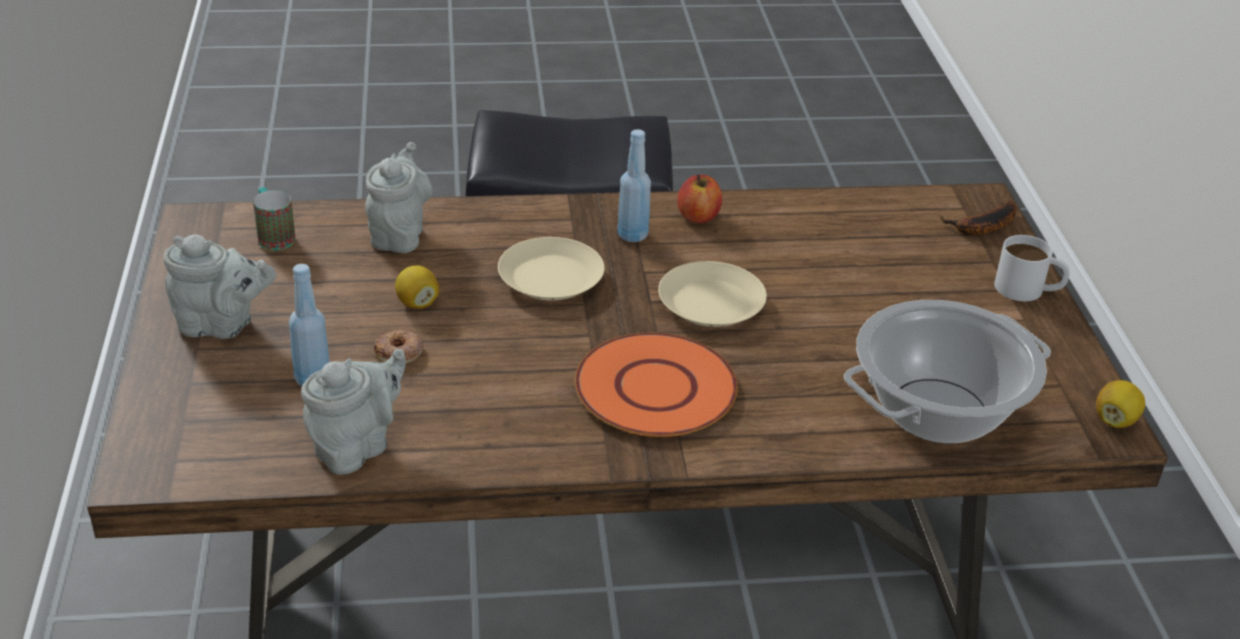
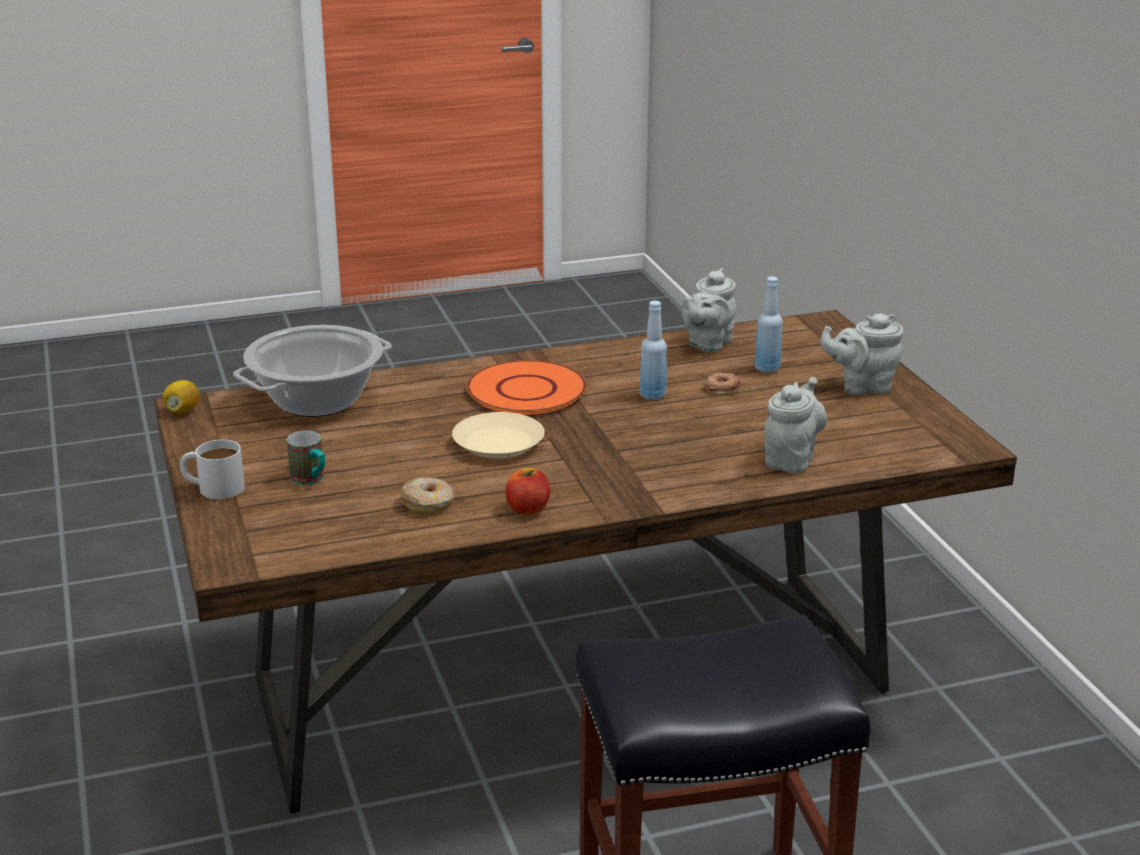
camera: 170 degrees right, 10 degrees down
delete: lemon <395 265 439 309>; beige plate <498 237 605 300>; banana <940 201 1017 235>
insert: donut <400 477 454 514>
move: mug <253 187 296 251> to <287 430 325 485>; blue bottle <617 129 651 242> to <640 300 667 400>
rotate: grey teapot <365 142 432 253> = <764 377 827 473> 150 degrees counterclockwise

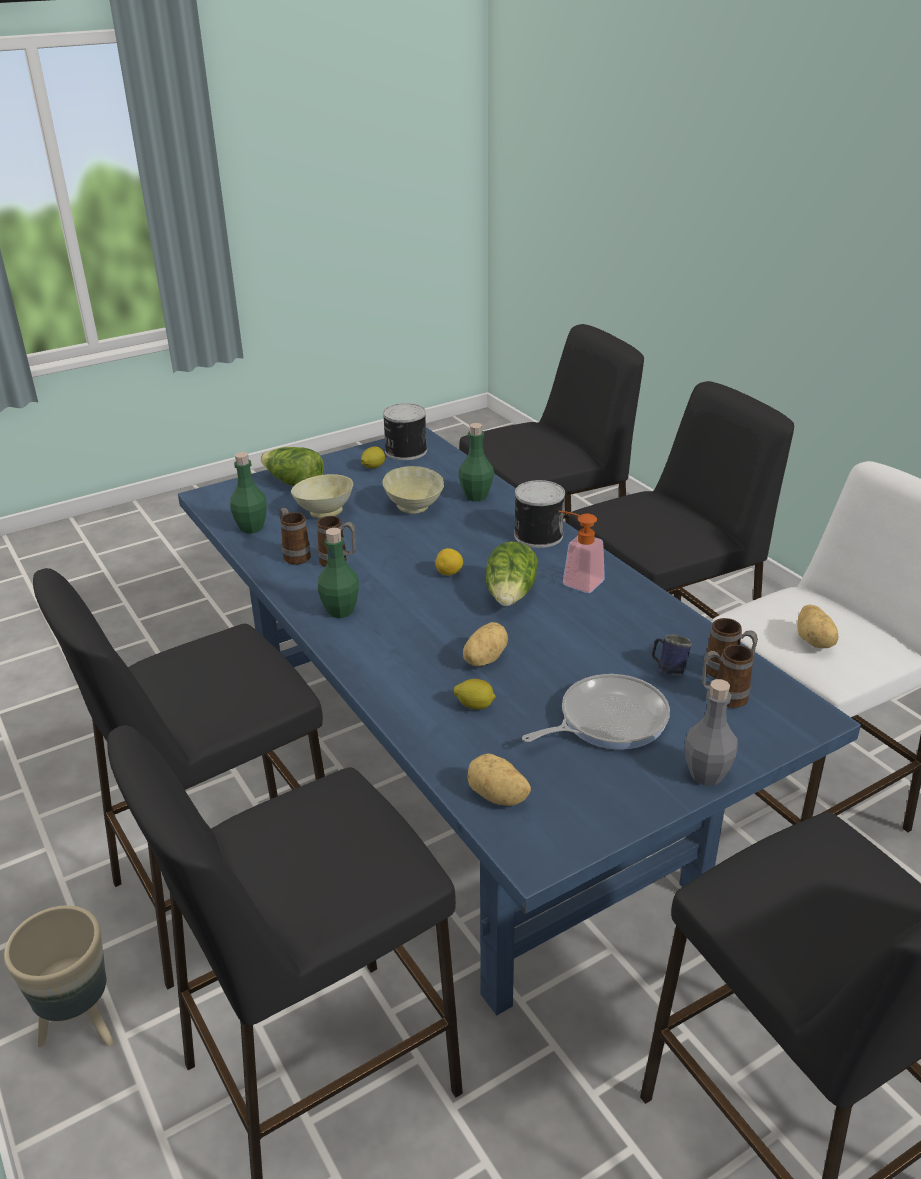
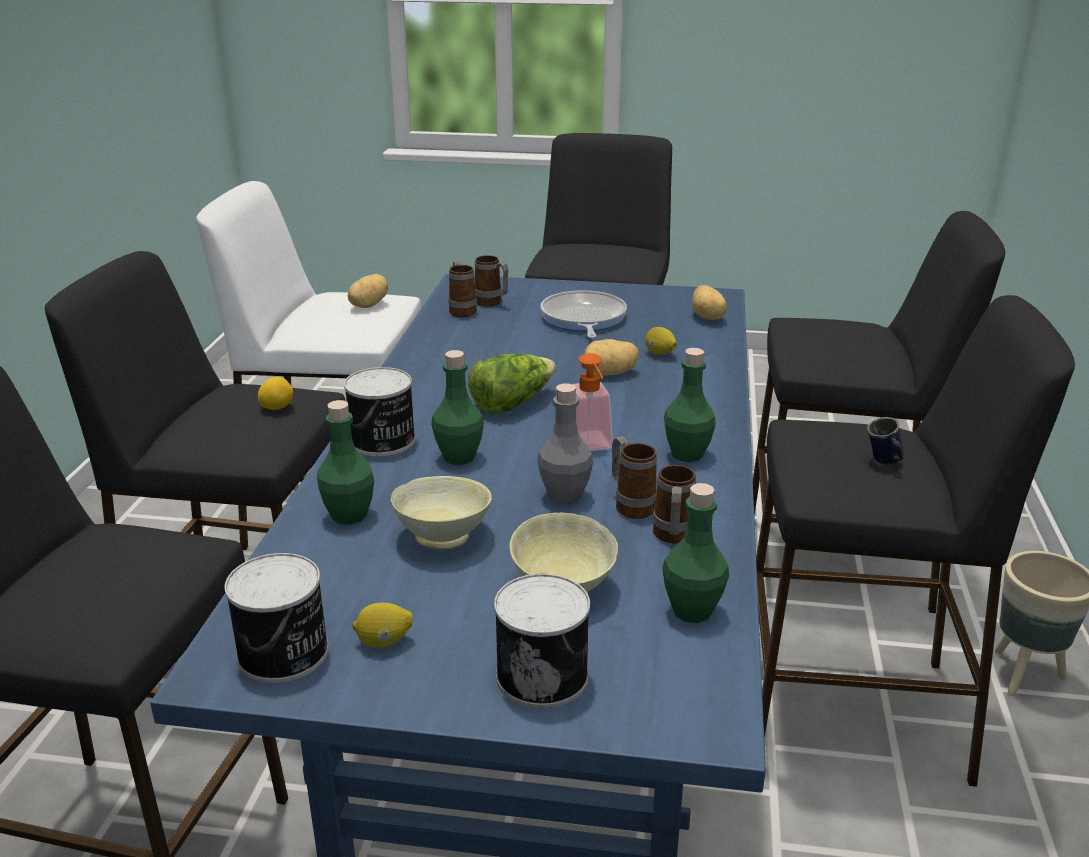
camera: 140 degrees left, 5 degrees down
insert: green bottle <431 350 484 465>
move: lemon <435 548 463 576> to <258 377 293 410>; grey bottle <684 679 738 786> to <537 383 593 505>; soap dispenser <559 511 605 593> to <572 353 613 451>; blue mug <652 634 692 675> to <867 417 904 465>
replace: lettuce <260 447 324 486> to can <494 574 590 709>
rotate: frying pan <522 674 670 750> = <541 290 627 338> 75 degrees clockwise

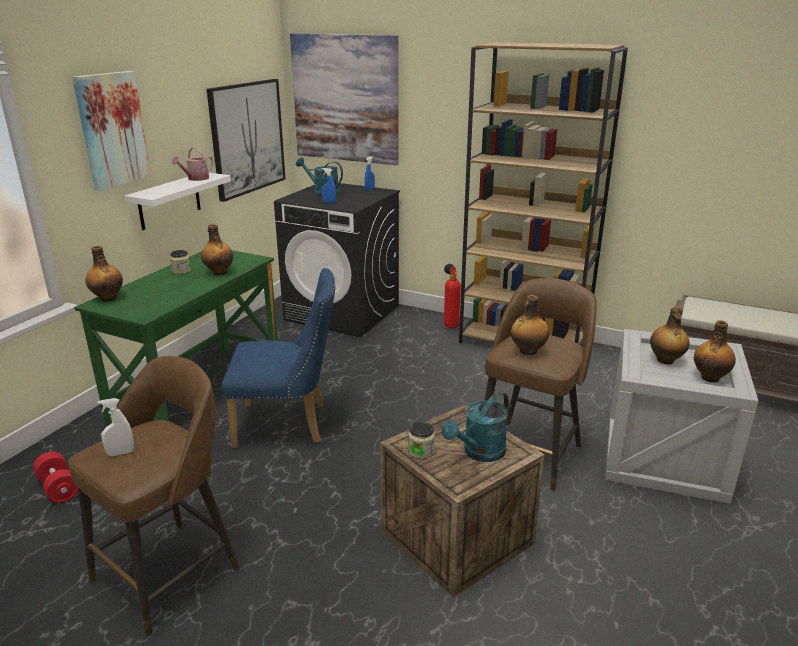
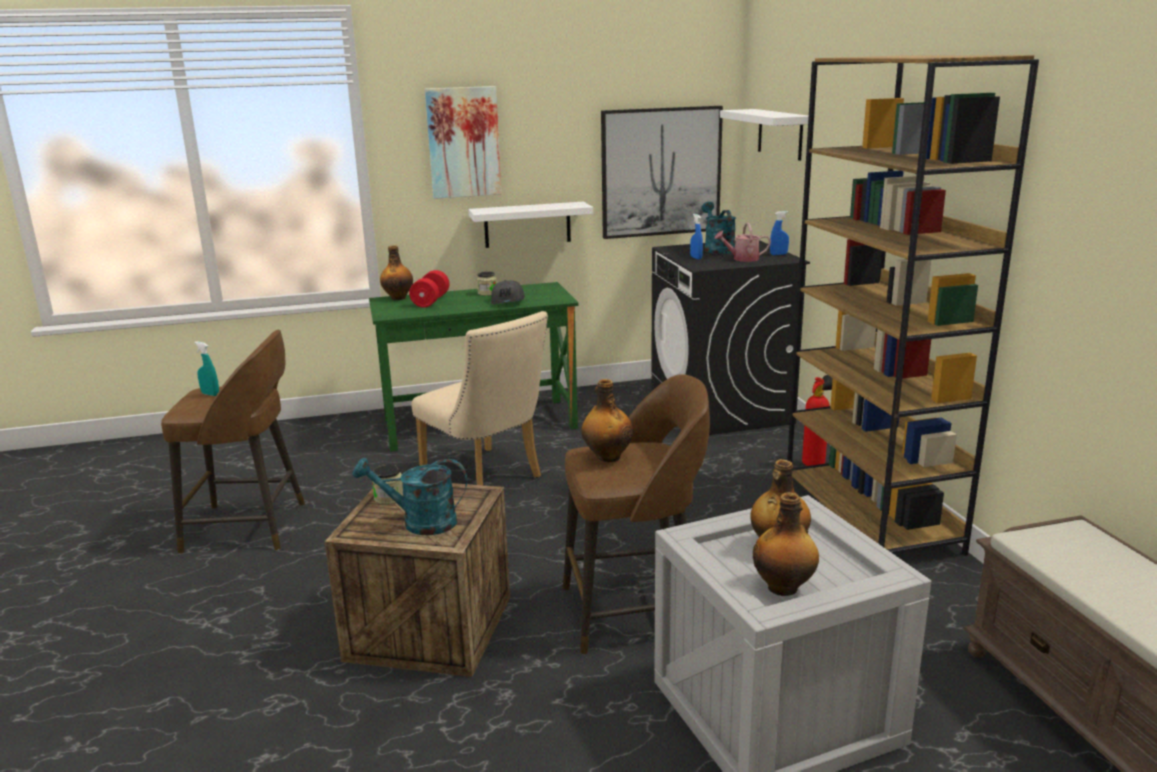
camera: 50 degrees right, 5 degrees down
move: red dumbbell <33 452 78 503> to <409 270 449 308>; watering can <172 147 213 181> to <714 222 771 262>
replace: bottle <201 224 233 275> to grey cap <491 280 524 304>; picture <290 33 398 165> to white shelf <720 109 809 161>
recolor: white spray bottle <98 398 134 456> to turquoise spray bottle <194 341 219 396>; blue chair <222 268 335 448> to beige chair <411 311 548 485>

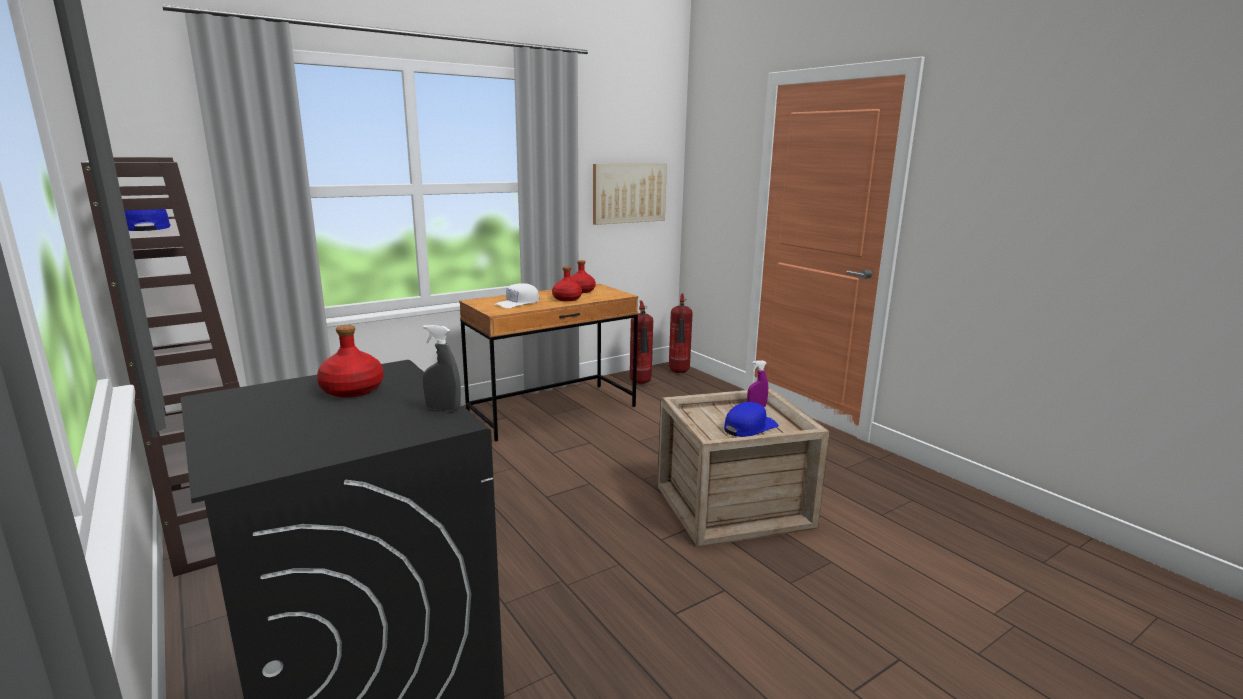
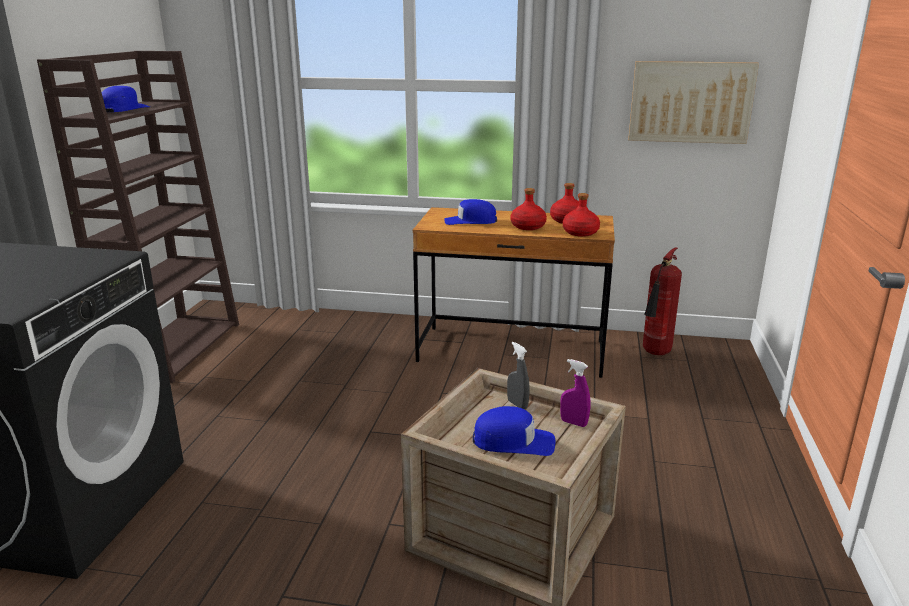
camera: 45 degrees right, 5 degrees up
delete: fire extinguisher <669 294 693 373>
move: grey spray bottle <423 325 461 411> to <507 342 529 409>; red bottle <317 325 384 398> to <563 193 600 237>
recolor: white cap <494 283 540 308> to blue cap <444 199 497 225>

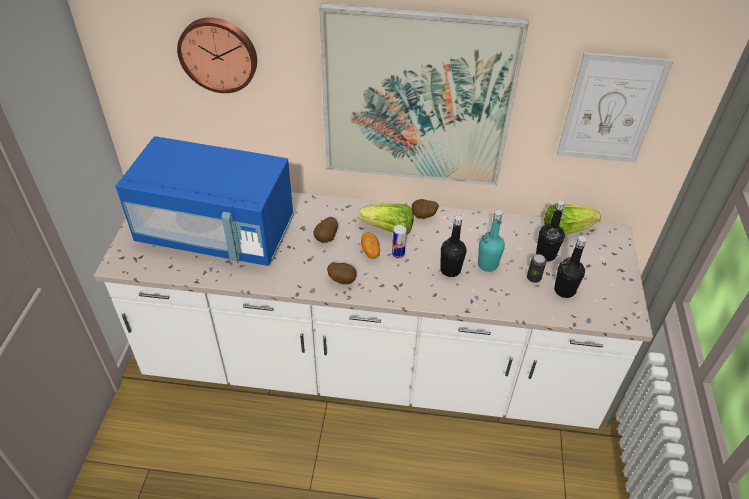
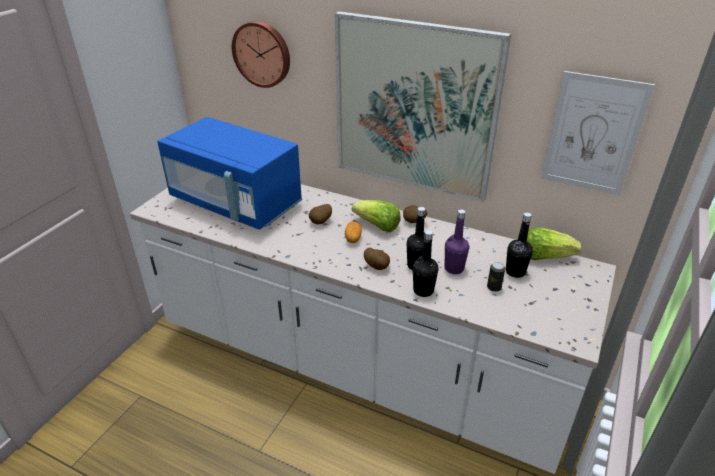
camera: 20 degrees right, 10 degrees down
delete: can <392 225 407 258>
move: potato <327 262 357 284> to <364 248 390 270>; black bottle <554 236 587 298> to <413 230 438 297>
recolor: turquoise bottle <478 210 505 272> to purple bottle <445 209 469 274>

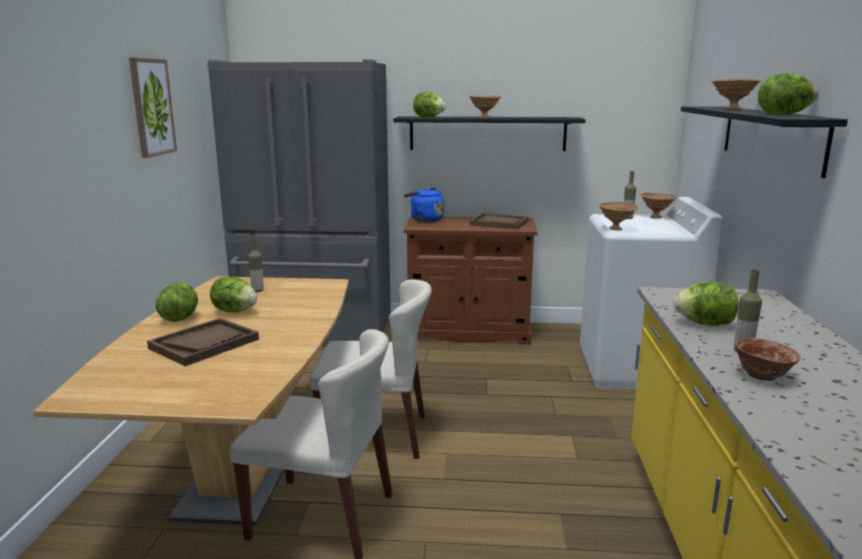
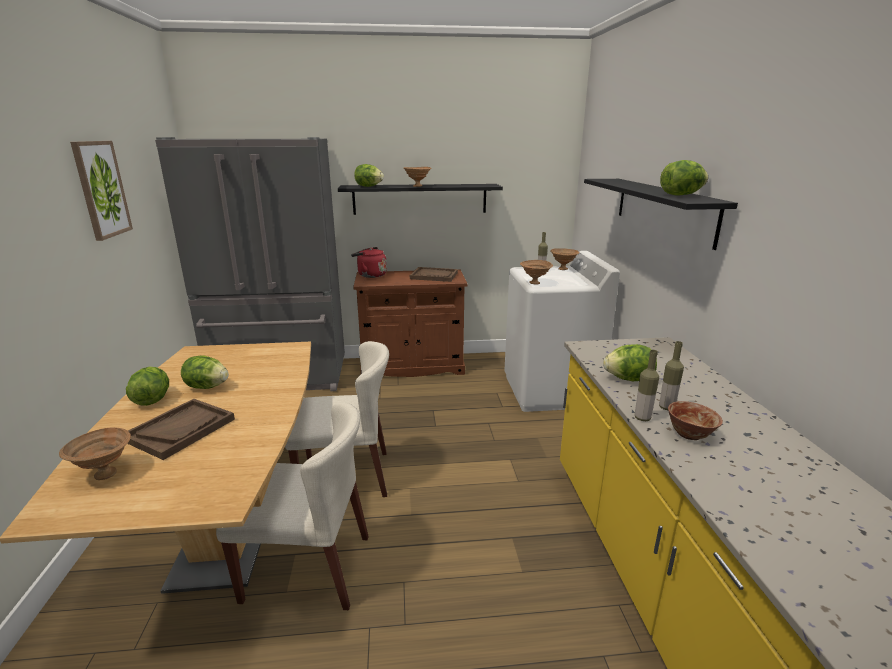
camera: 10 degrees left, 5 degrees up
move: brown bowl <711 79 761 110> to <59 428 131 480>; bottle <248 236 264 292> to <635 350 659 421>
recolor: blue kettle <404 188 444 222> to red kettle <351 247 387 278>

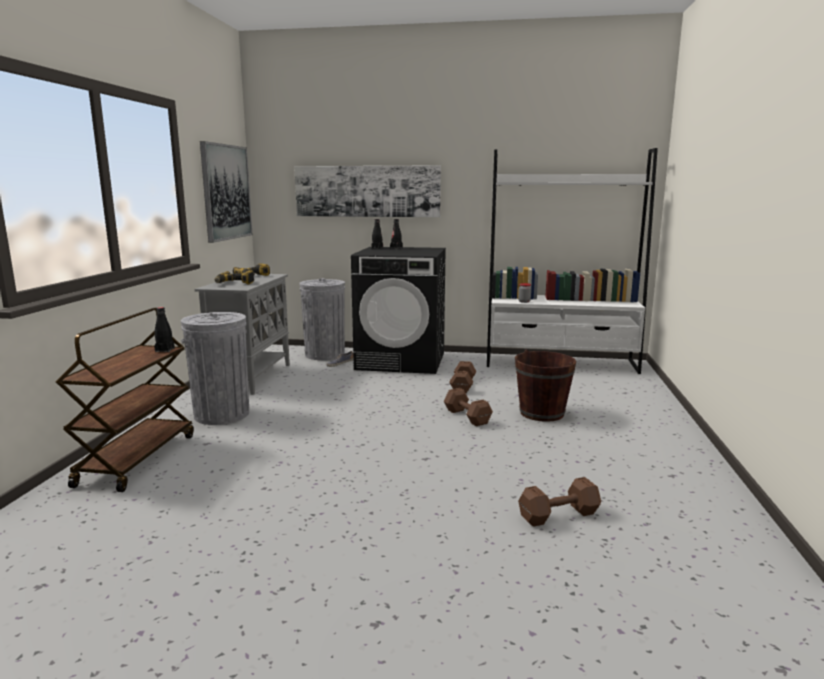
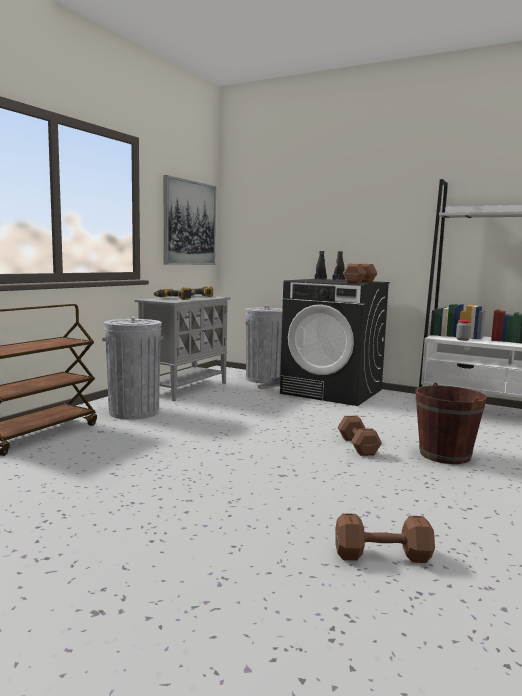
camera: 20 degrees right, 5 degrees down
delete: black bottle <155 307 175 352>; picture <294 165 441 217>
move: brown dumbbell <449 361 476 393> to <343 264 377 284>

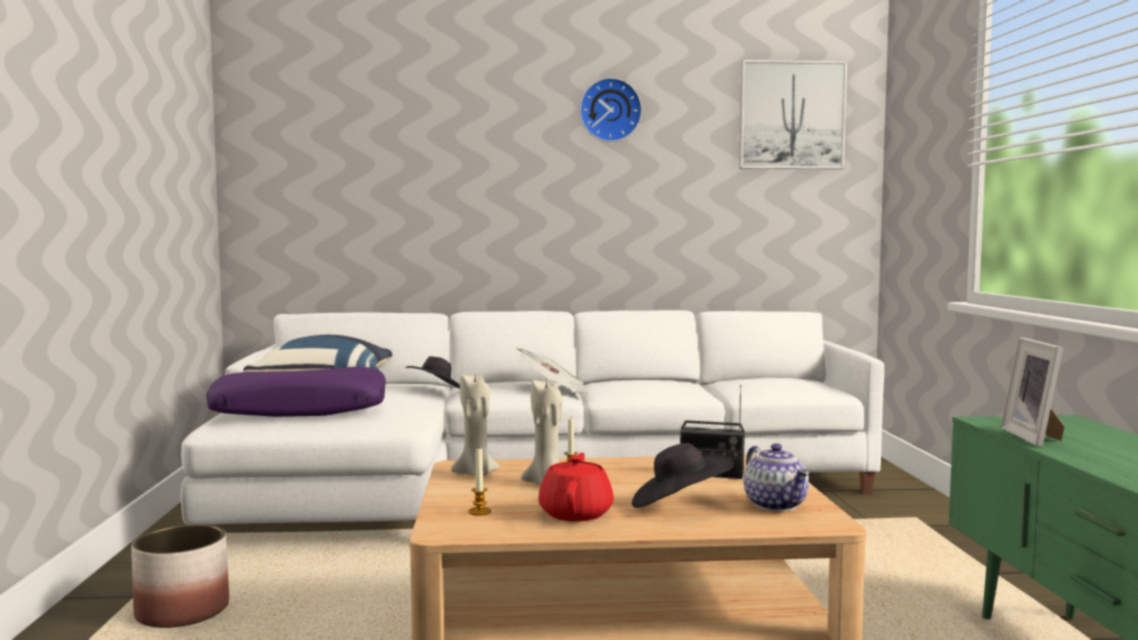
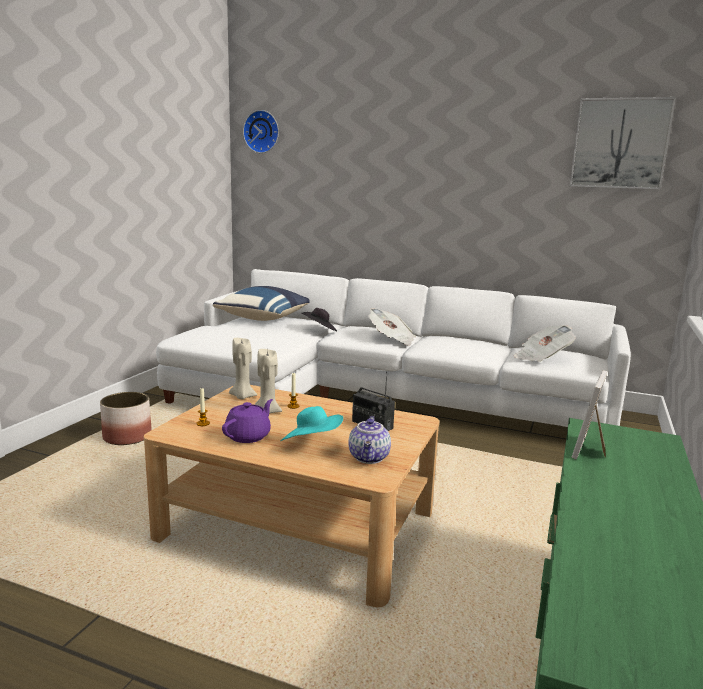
camera: 25 degrees right, 10 degrees up
delete: purple pillow <206 367 386 417>
insert: newspaper <514 325 576 362>
move: wall clock <579 78 642 142> to <243 110 279 153>
recolor: red teapot <539 453 614 522> to purple teapot <222 399 273 443>; black hat <632 443 734 508> to turquoise hat <280 406 343 441>

